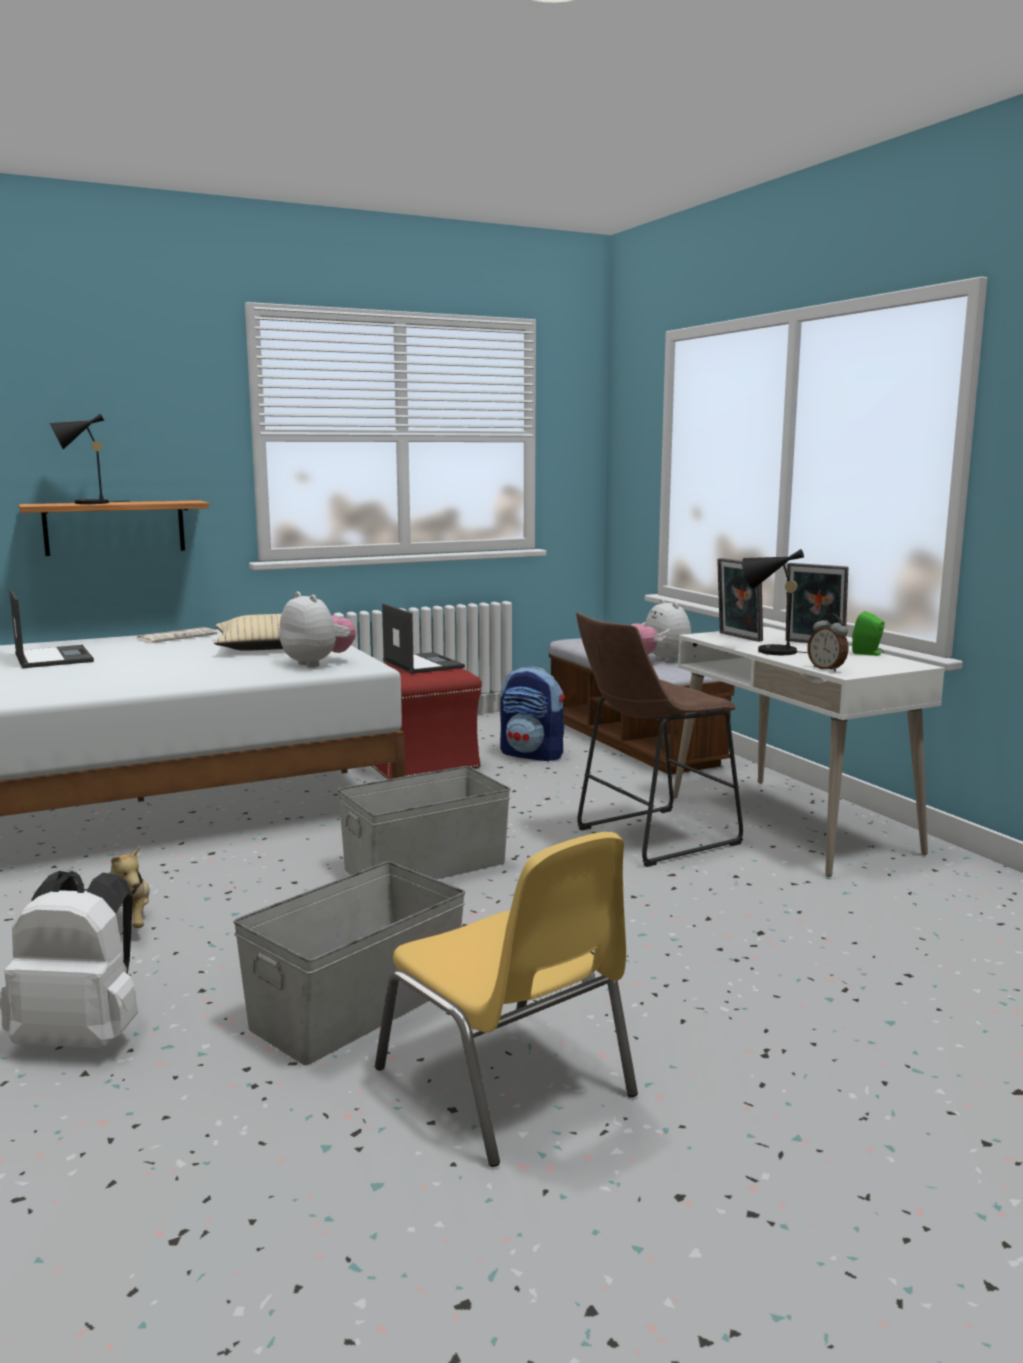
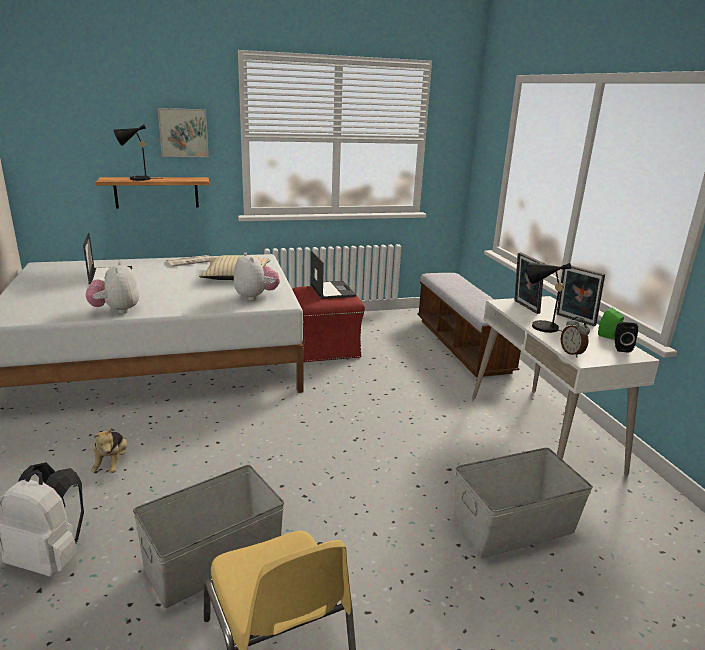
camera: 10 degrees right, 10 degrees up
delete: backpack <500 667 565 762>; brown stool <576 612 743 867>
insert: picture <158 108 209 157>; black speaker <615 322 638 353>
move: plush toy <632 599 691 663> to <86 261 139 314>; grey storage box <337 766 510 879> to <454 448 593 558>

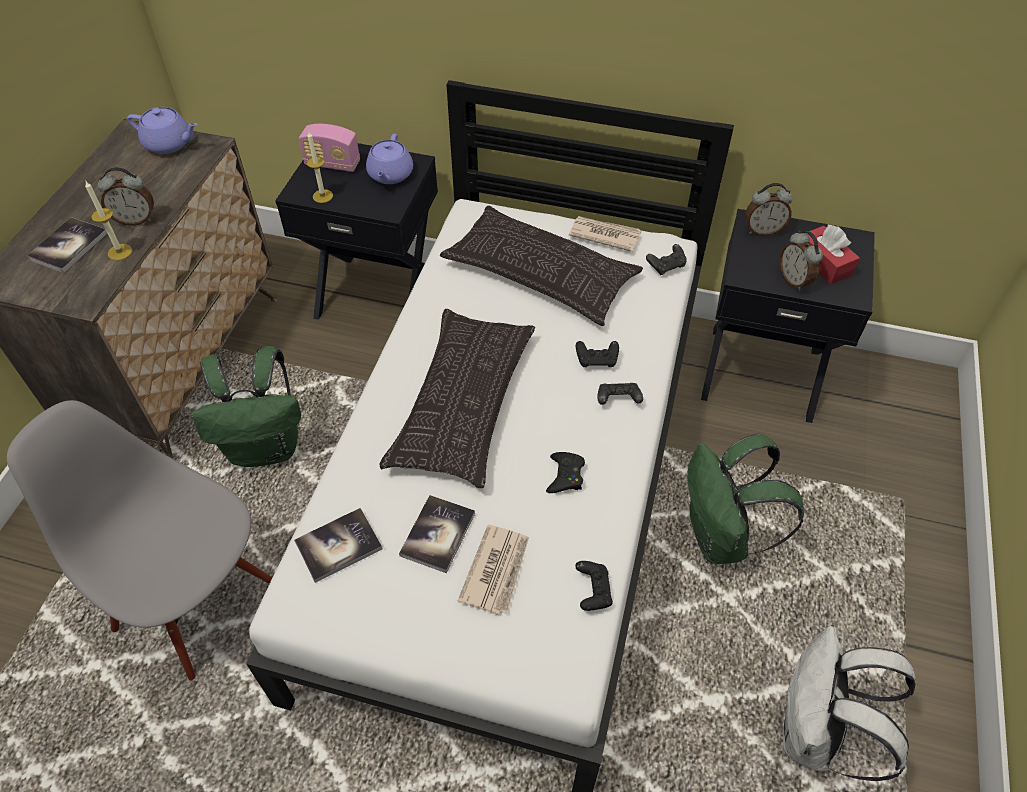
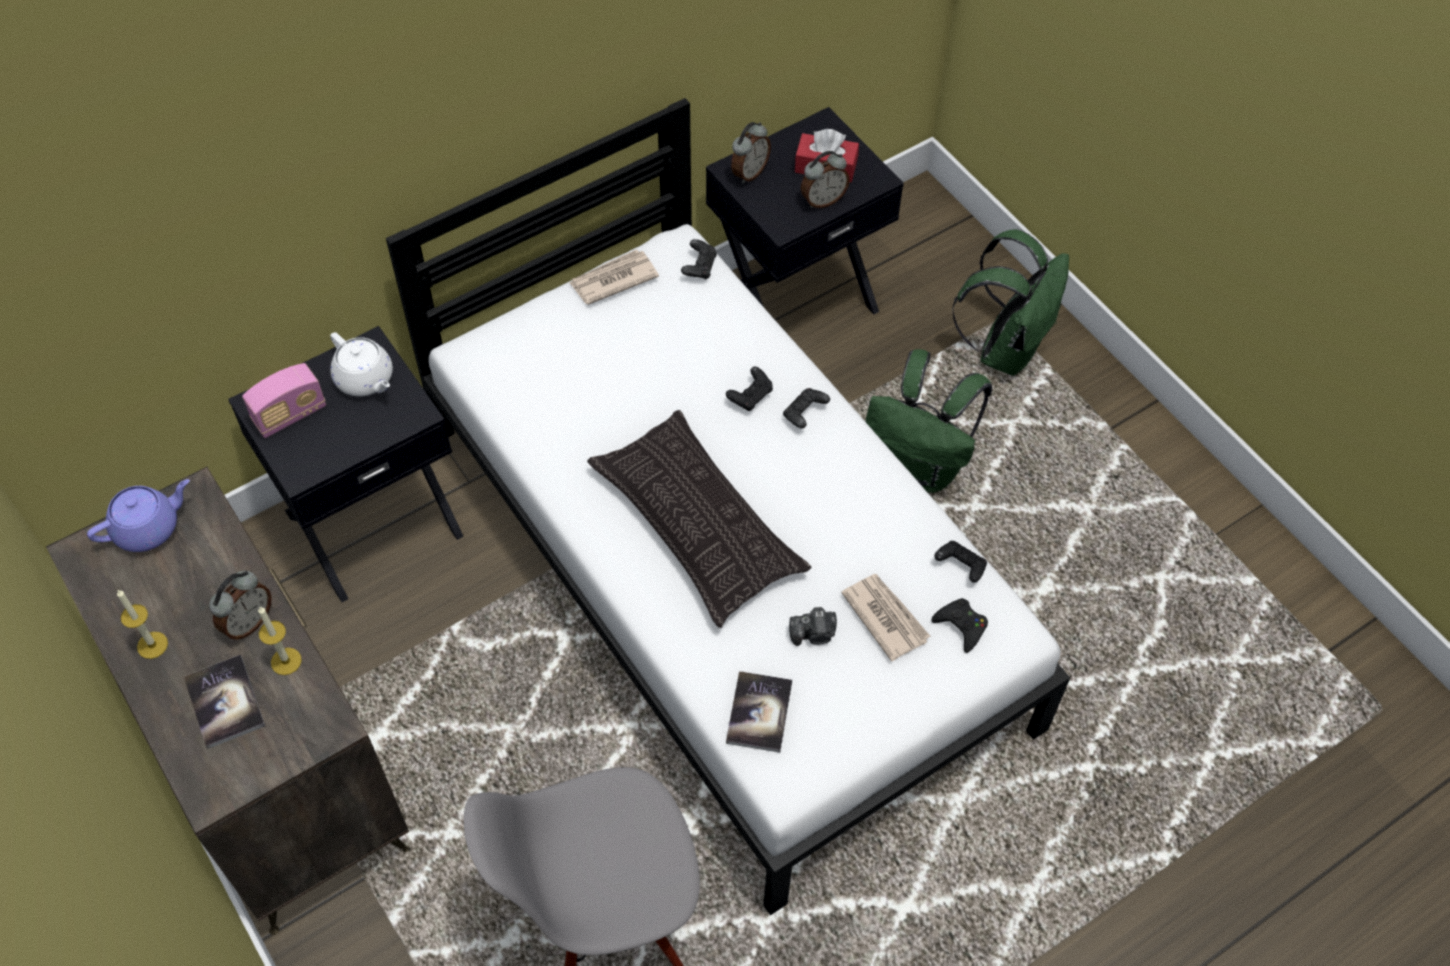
camera: 50 degrees left, 5 degrees up
delete: pillow <440 206 643 326>; white backpack <783 626 915 781>
move: candle <306 132 333 203> to <117 590 168 659>; black game controller <546 452 585 493> to <931 598 988 653>; green backpack <191 346 301 467> to <952 229 1069 376>
replace: book <399 495 475 573> to photo camera <789 607 837 646>
recolor: purple teapot <366 134 413 184> to white teapot <330 332 393 396>
rotate: alarm clock <779 231 823 291> = <801 151 850 208> 45 degrees counterclockwise

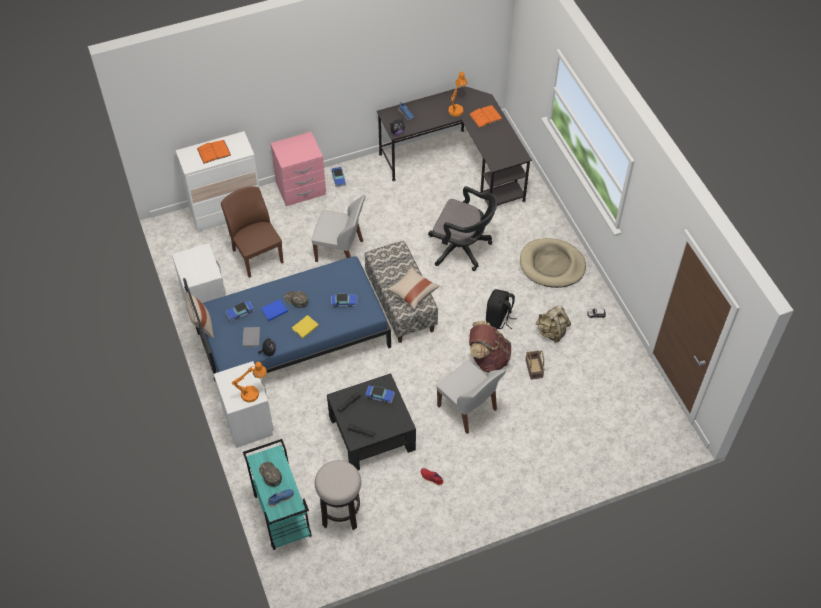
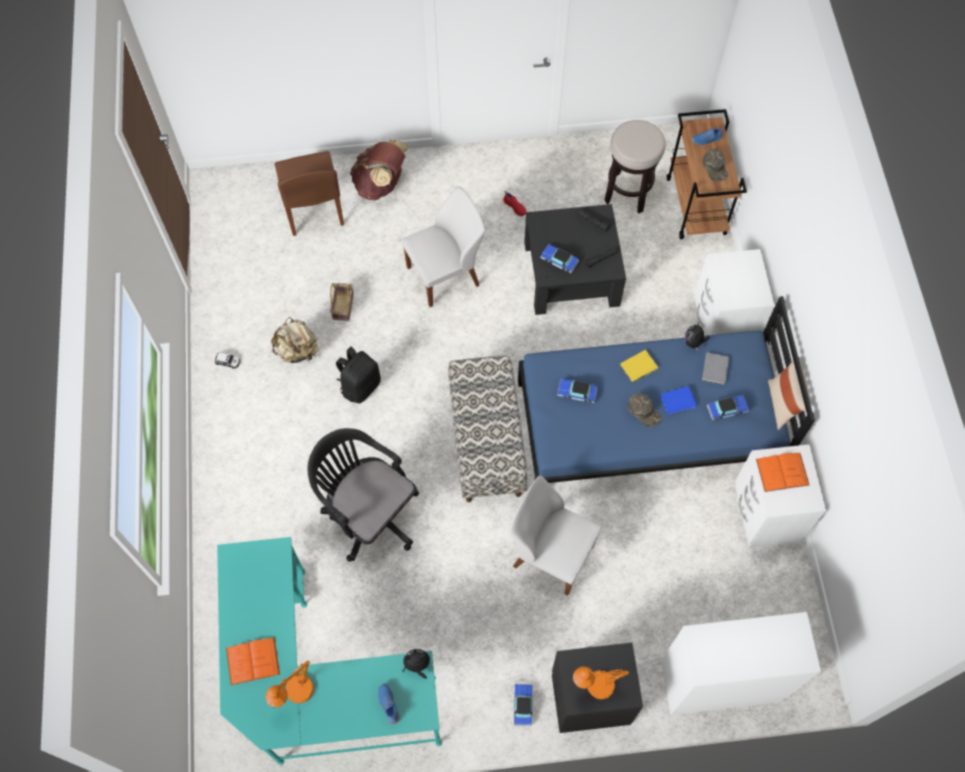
camera: 165 degrees left, 10 degrees up
delete: beige pillow <387 267 440 310>; beige dog bed <520 238 586 288>
move: brown chair <221 186 284 278> to <274 151 344 236>; brown backpack <469 321 511 373> to <350 139 408 200>; orange table lamp <232 362 267 402> to <573 666 629 699>; orange book <197 140 231 164> to <756 453 810 492>
recolor: black desk <377 86 532 207> to turquoise desk <217 537 442 765>; pink nightstand <270 132 326 206> to black nightstand <552 643 643 733>; turquoise cart <243 439 312 550> to brown cart <666 109 747 239>
rotate: white chair <437 360 506 434> = <402 186 485 307> 90 degrees clockwise

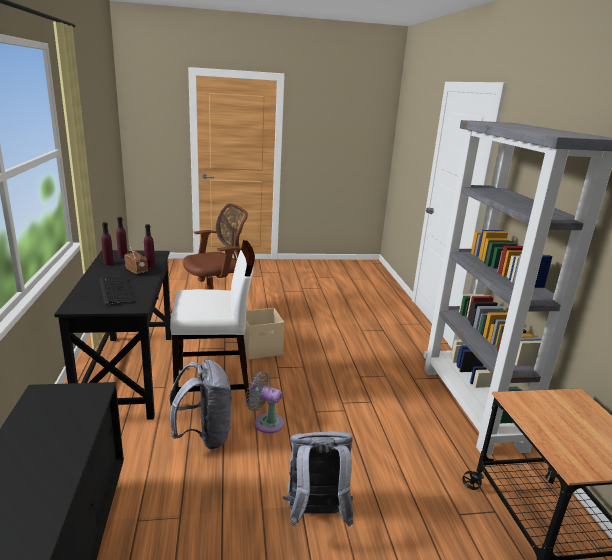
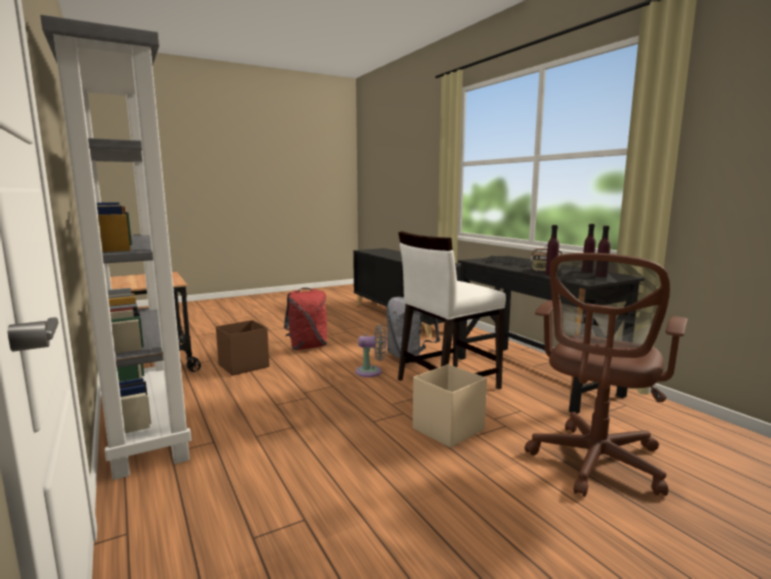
camera: 160 degrees right, 10 degrees down
insert: brown storage box <216 320 269 376>
recolor: grey backpack <283 431 353 527> to red backpack <284 288 327 350>

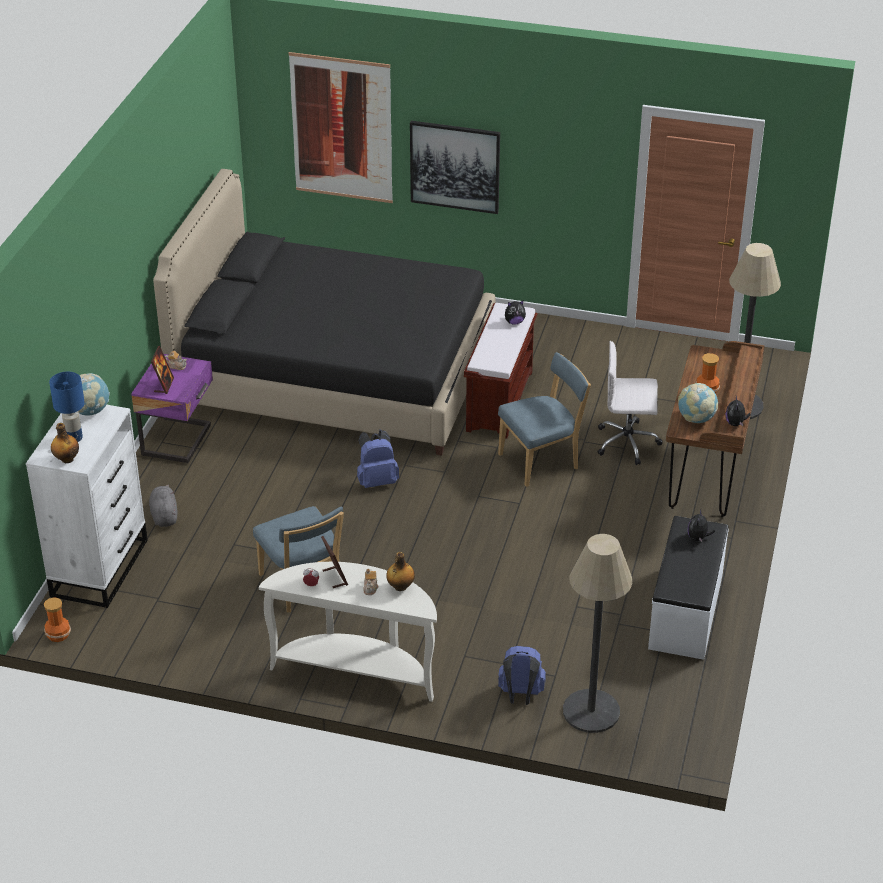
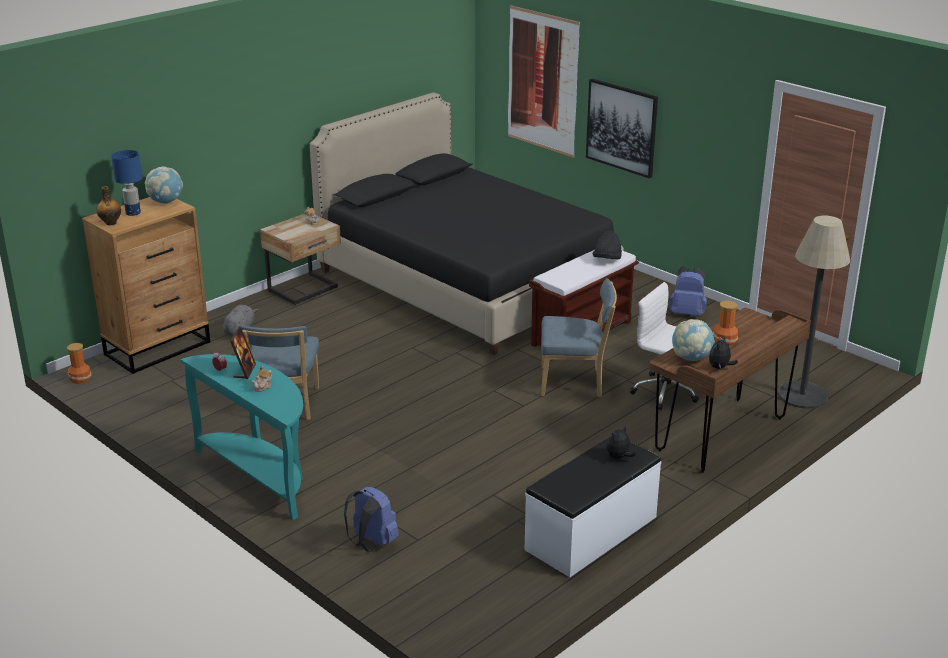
camera: 30 degrees right, 10 degrees down
delete: picture frame <151 346 174 394>; bottle <386 552 415 591>; floor lamp <563 534 632 733>
move: blue backpack <357 430 399 488> to <669 266 707 316>
replace: plush toy <505 300 526 325> to black hat <593 230 622 259>
recolor: white dresser <26 405 148 608> to brown dresser <82 197 210 374>; white console table <259 562 437 702> to turquoise console table <181 354 303 520>; purple nightstand <131 354 213 464> to beige nightstand <260 214 341 305>

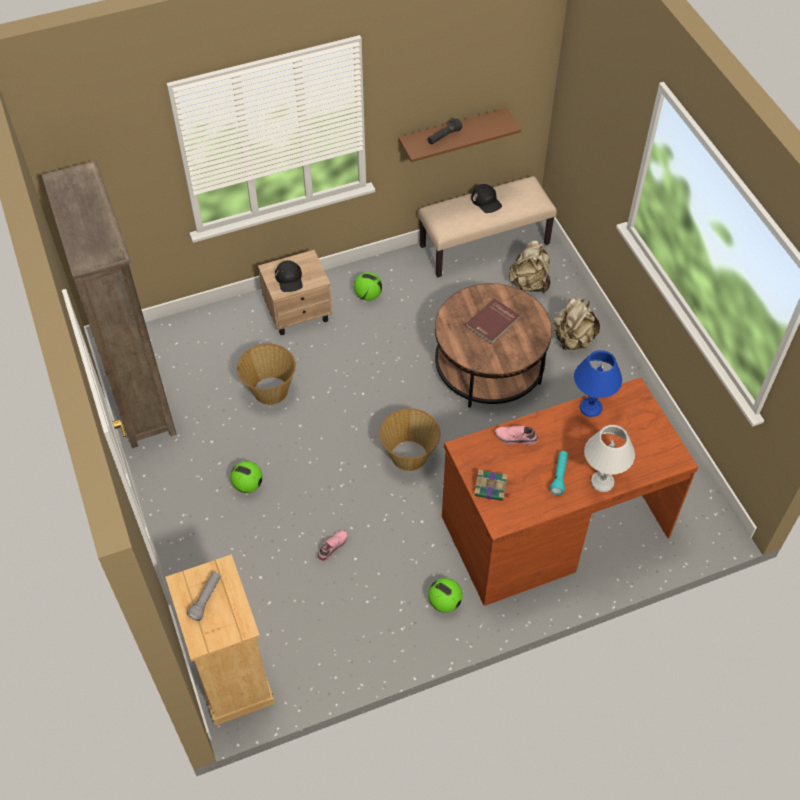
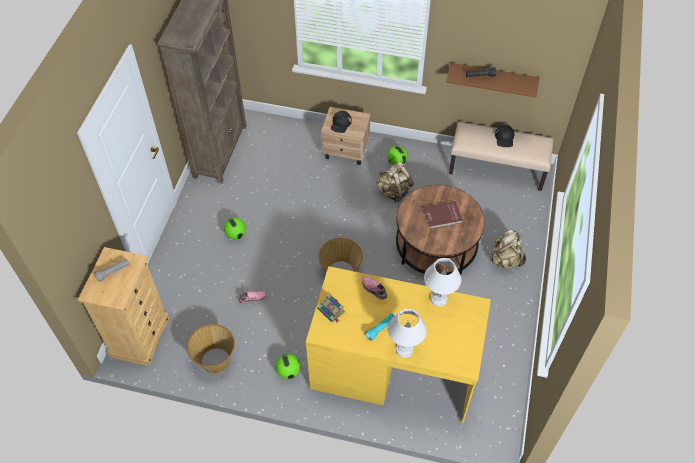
camera: 35 degrees right, 0 degrees up
move: basket <237 344 296 405> to <187 324 235 373>; beige backpack <508 241 550 293> to <376 162 414 203>
recolor: brown desk <442 377 698 606> to yellow desk <305 266 491 423>; blue table lamp <574 350 622 417> to white table lamp <424 258 462 307>

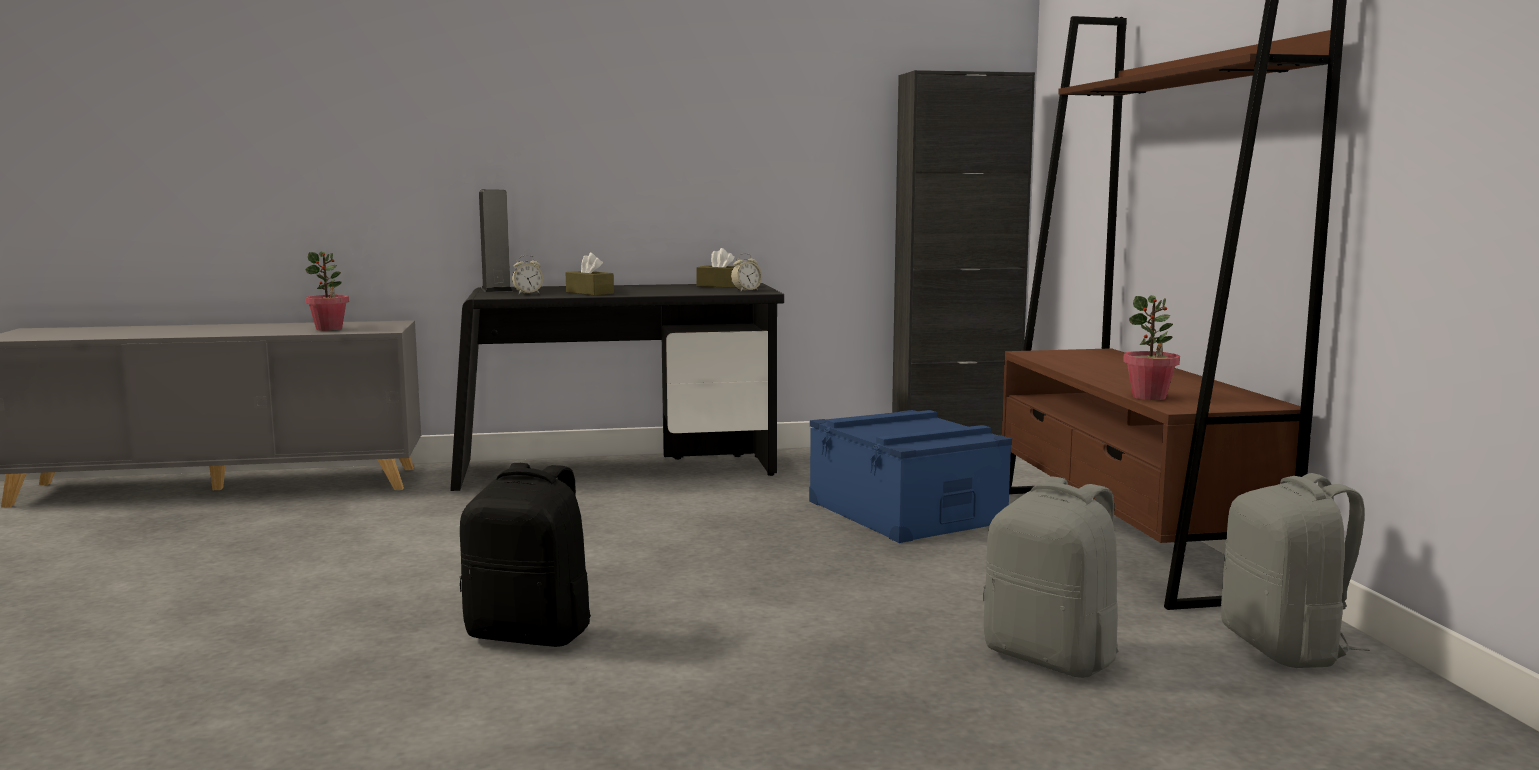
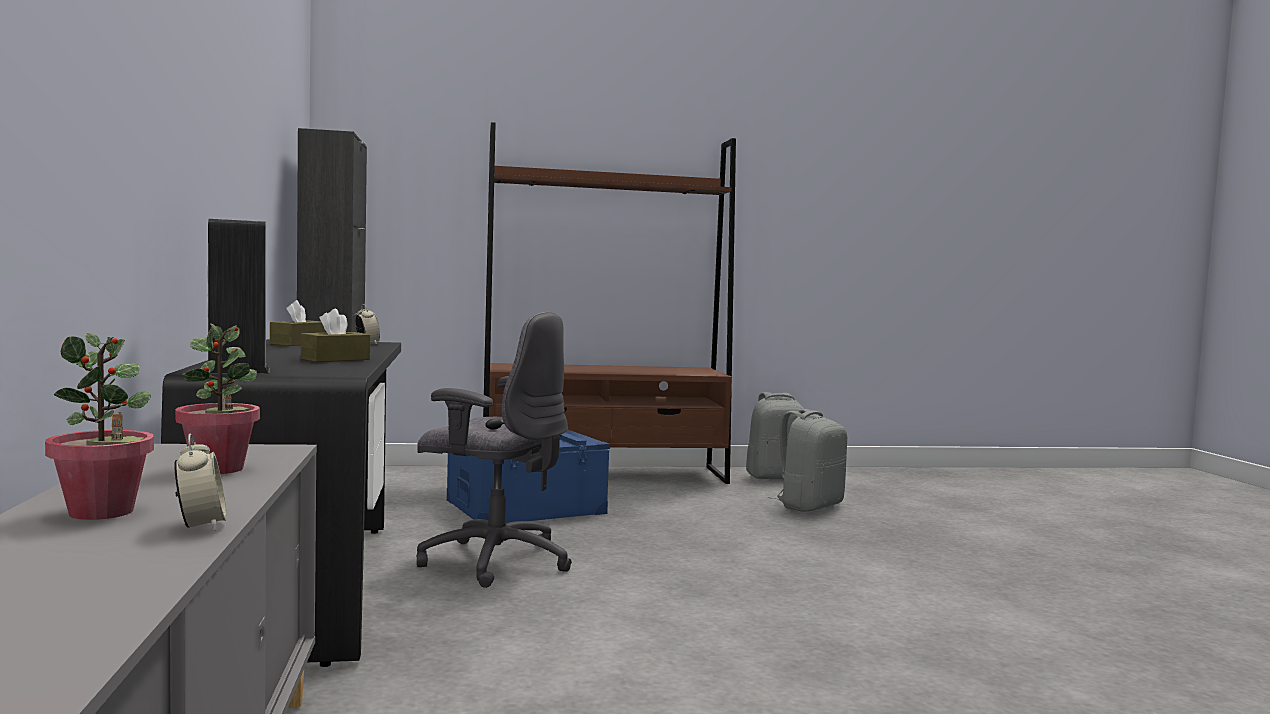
camera: 90 degrees left, 5 degrees down
delete: black backpack <460 463 591 647>
insert: grey office chair <417 312 572 588>
move: potted plant <1123 295 1180 400> to <45 333 154 520>; alarm clock <512 255 543 294> to <174 434 227 531>

